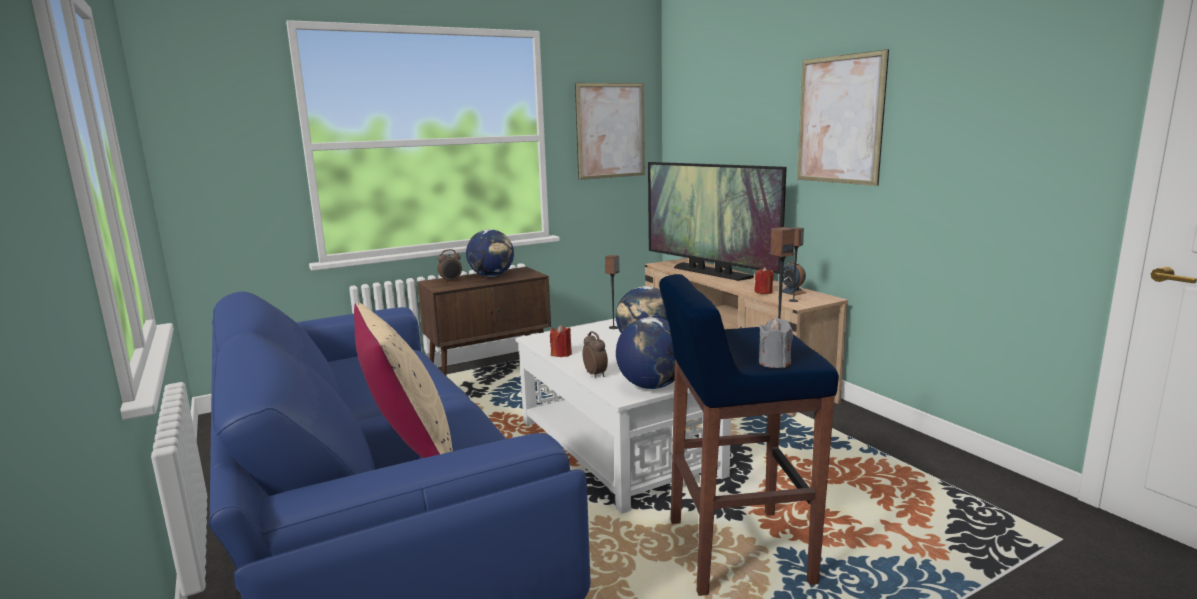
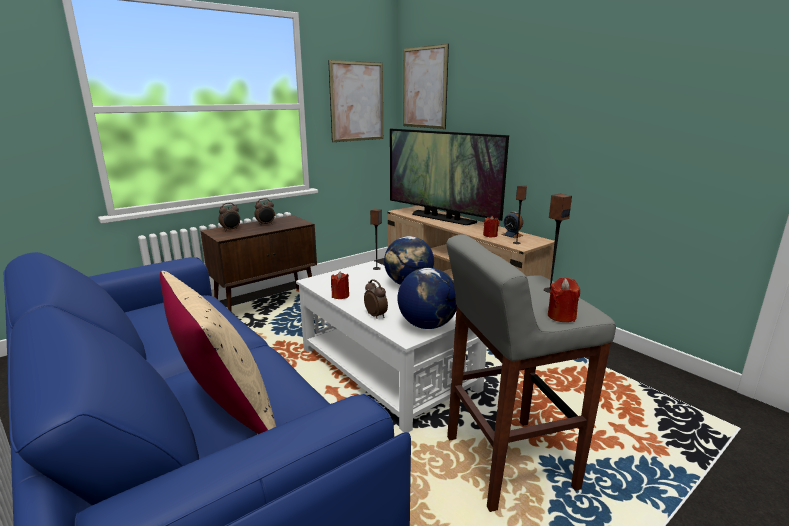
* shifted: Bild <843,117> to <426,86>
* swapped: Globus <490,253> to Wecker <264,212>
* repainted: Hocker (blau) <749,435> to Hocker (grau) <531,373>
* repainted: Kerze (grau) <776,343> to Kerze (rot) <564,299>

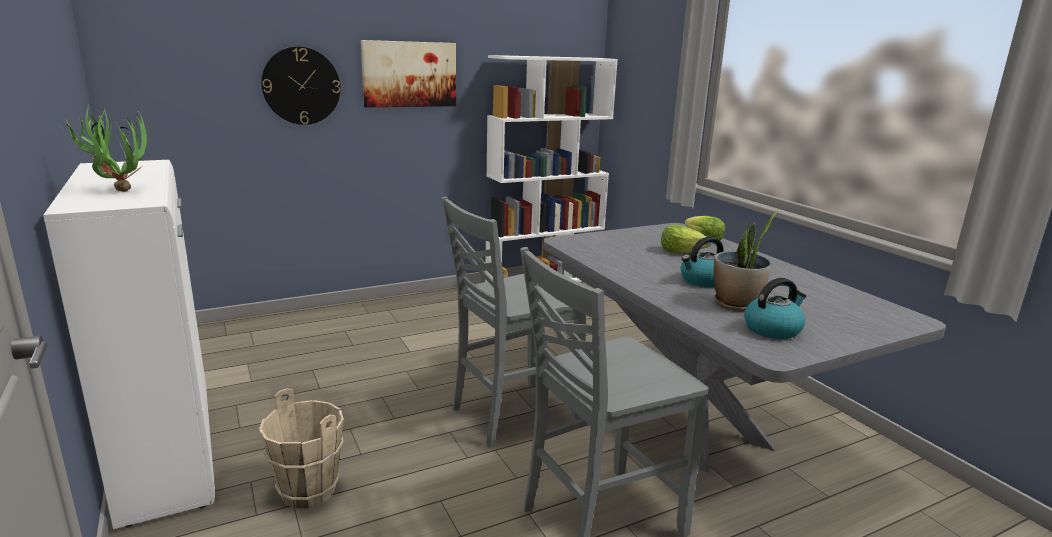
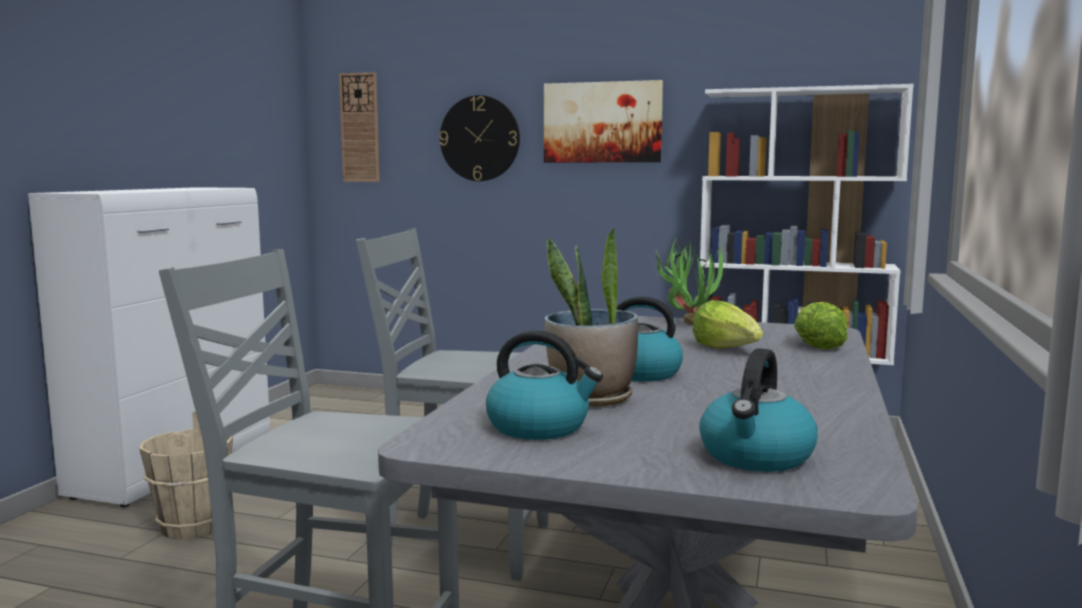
* shifted: Topfpflanze <106,148> to <690,280>
* new: Wanduhr <359,127>
* new: Wasserkessel <758,410>

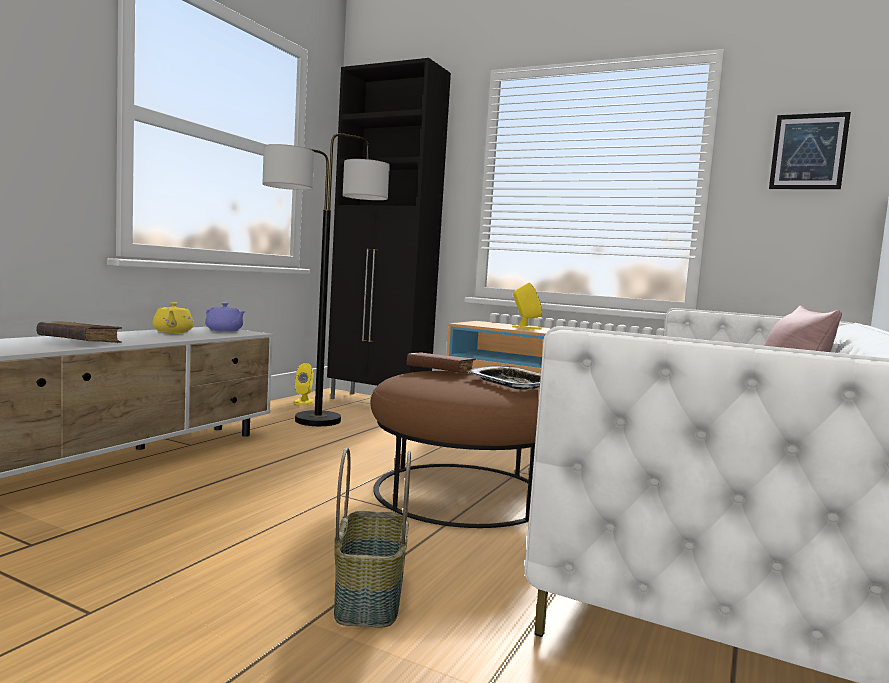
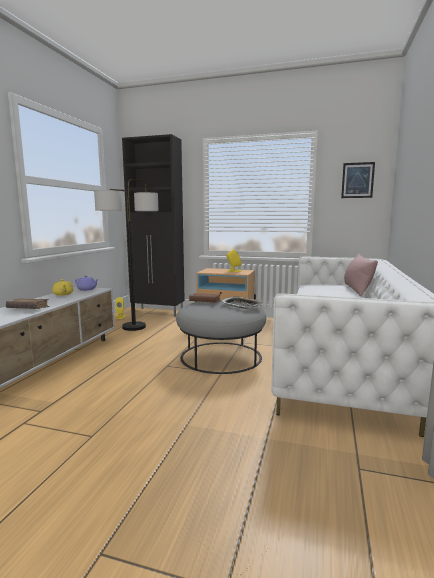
* repainted: Polsterhocker (braun) <455,449> to Polsterhocker (grau) <221,337>
* gone: Korb <372,537>

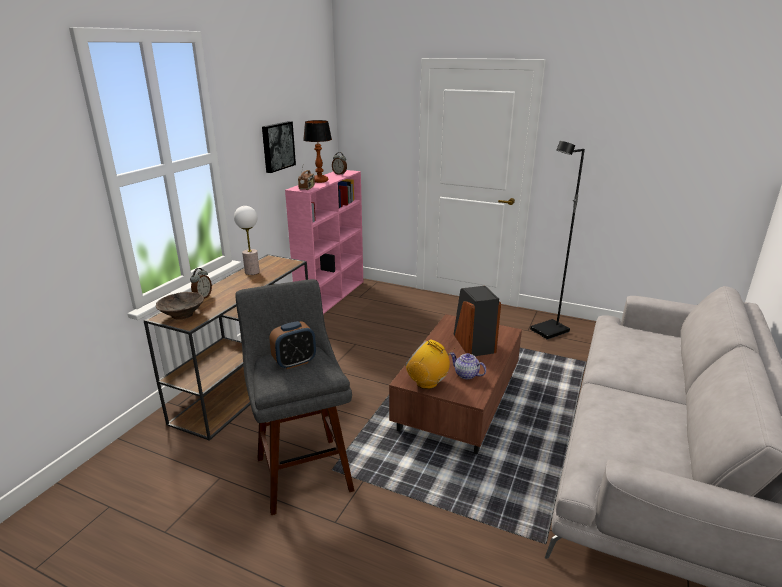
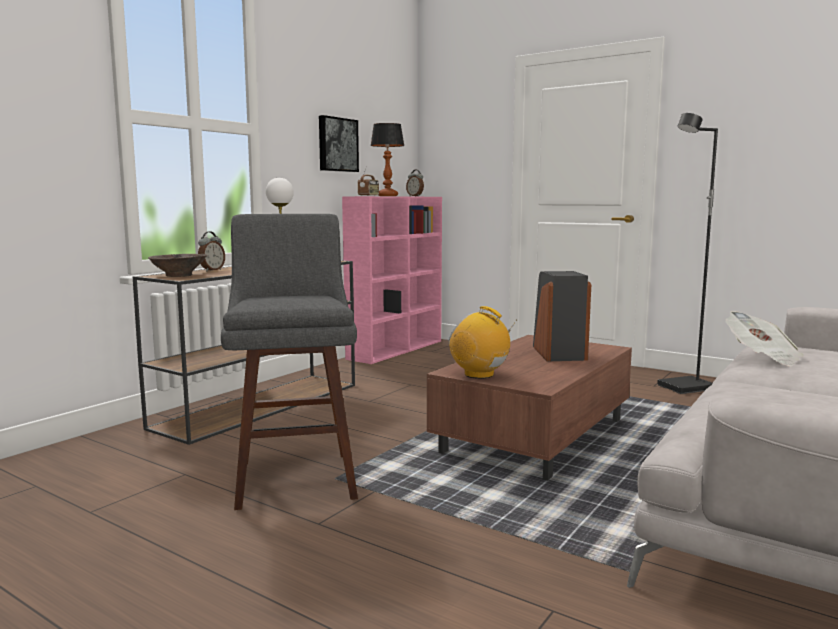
* gone: Wecker <293,345>
* gone: Teekanne <468,365>
* new: Zeitung <764,339>

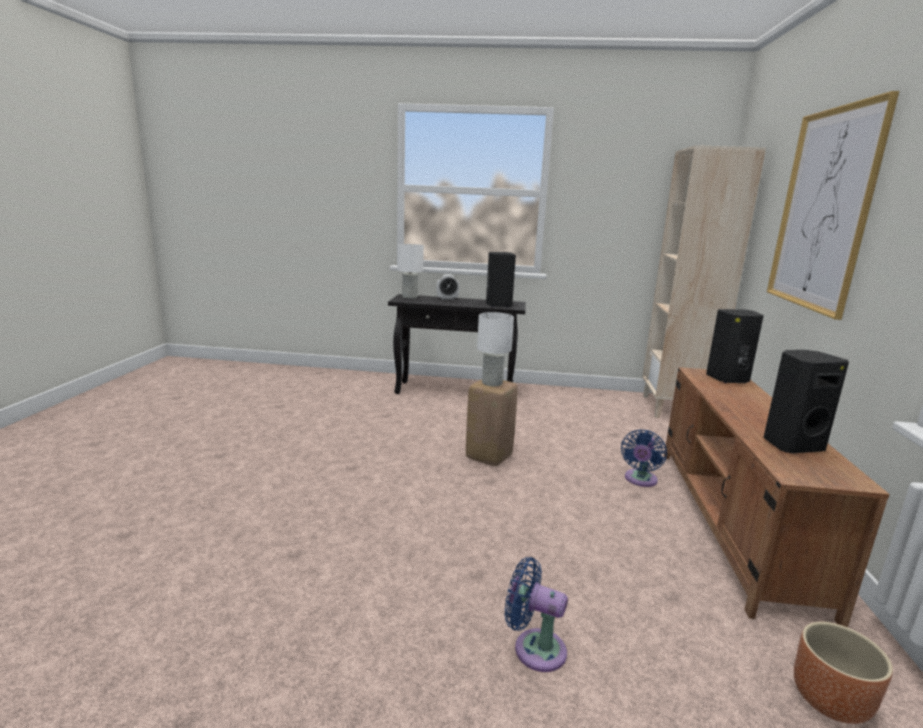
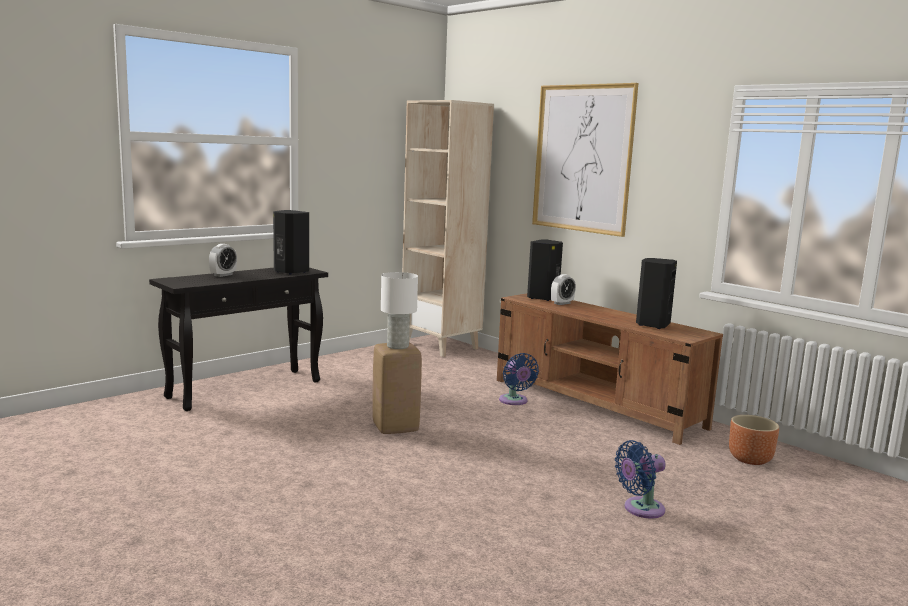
* gone: Tischlampe (weiß) <410,271>
* new: Wecker <563,289>

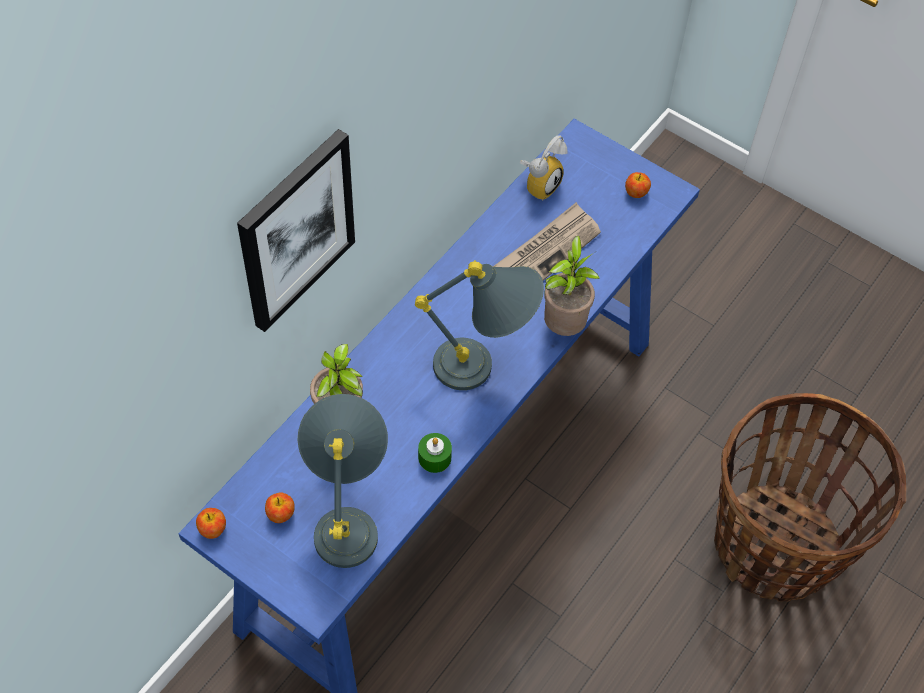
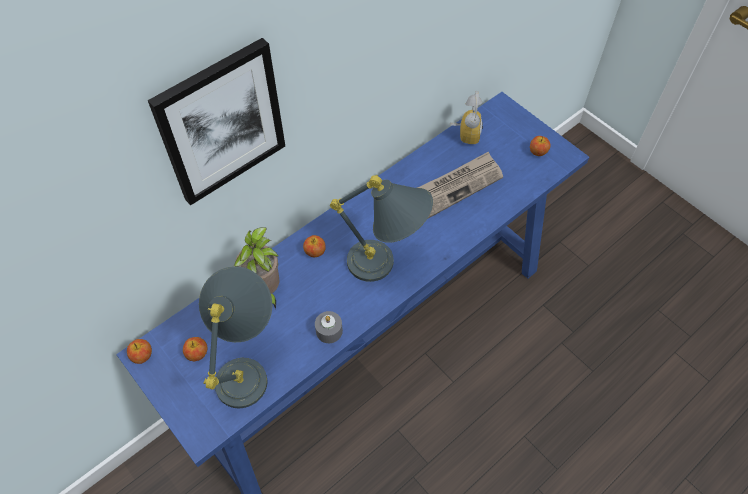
* rotated: Wecker <544,168> = <466,118> 45 degrees counterclockwise
* gone: Topfpflanze <572,286>
* gone: Korb <810,497>
* repainted: Kerze (grün) <435,453> to Kerze (grau) <329,327>
* new: Apfel <314,246>

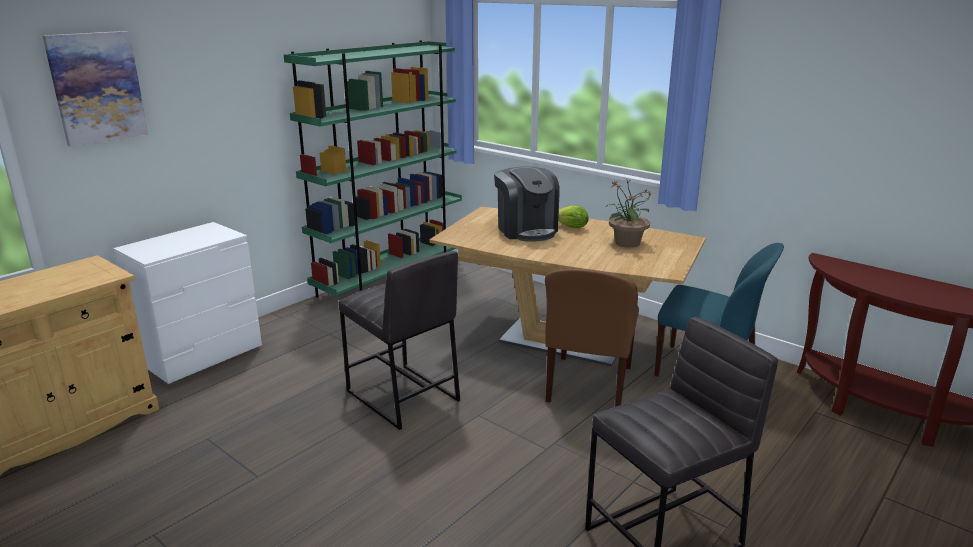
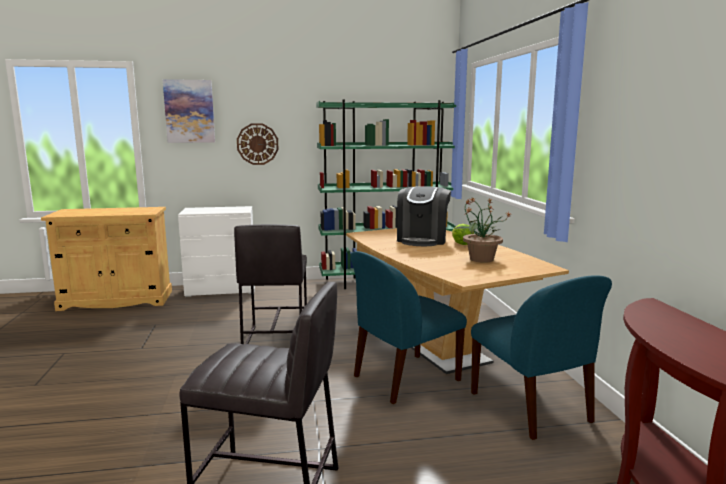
* repainted: Stuhl (braun) <592,338> to Stuhl (blau) <408,327>
* new: Wanduhr <258,144>

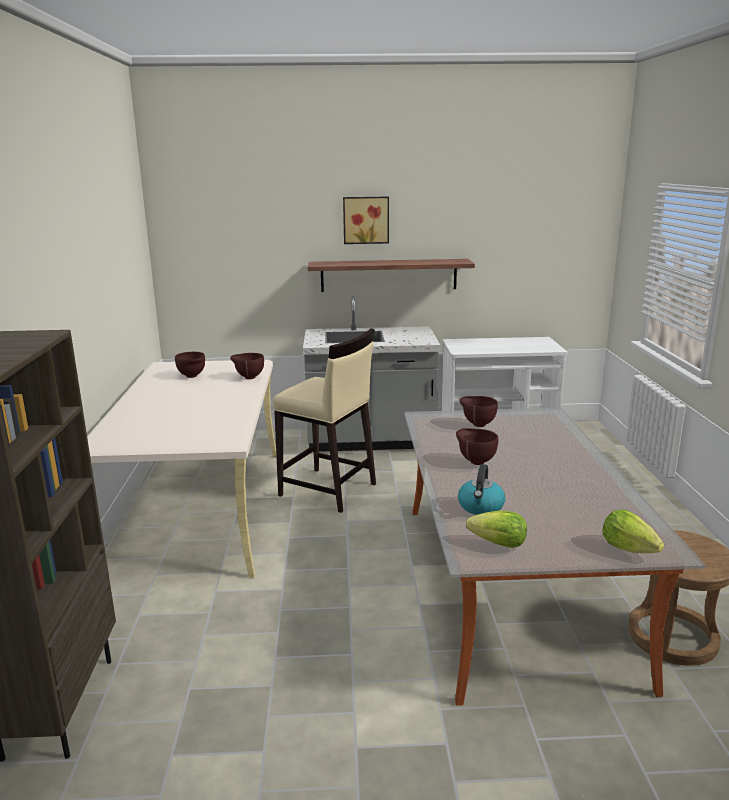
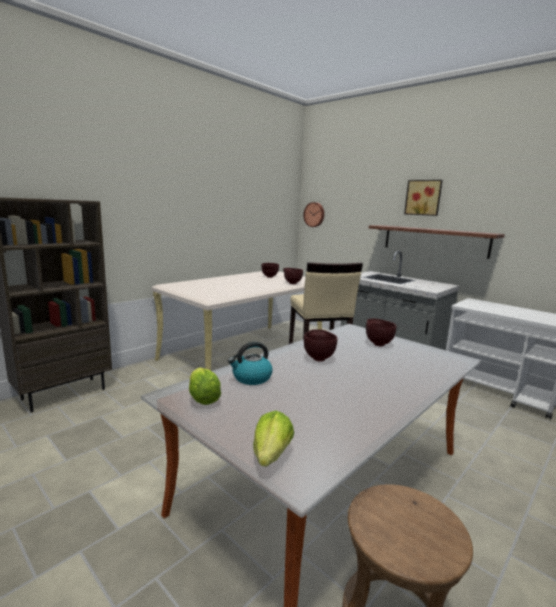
* new: Wanduhr <313,214>

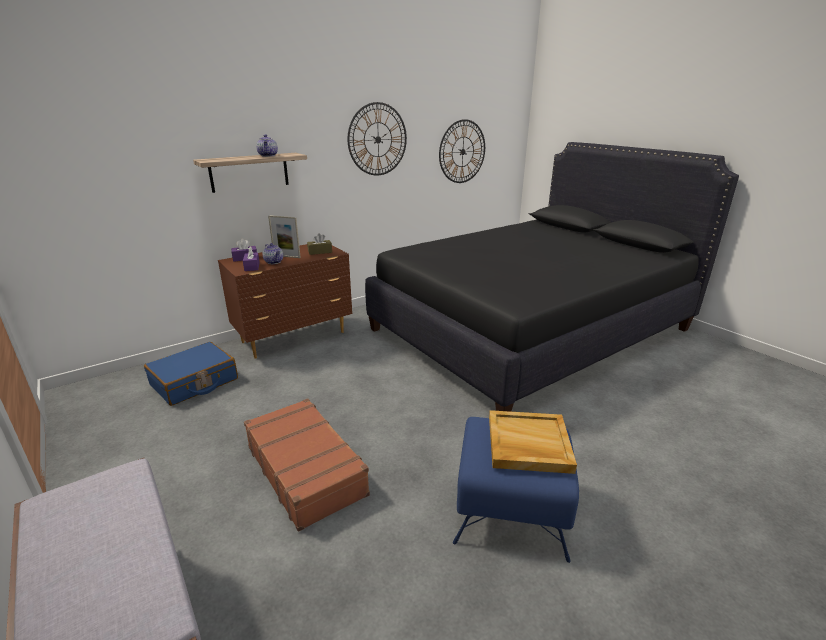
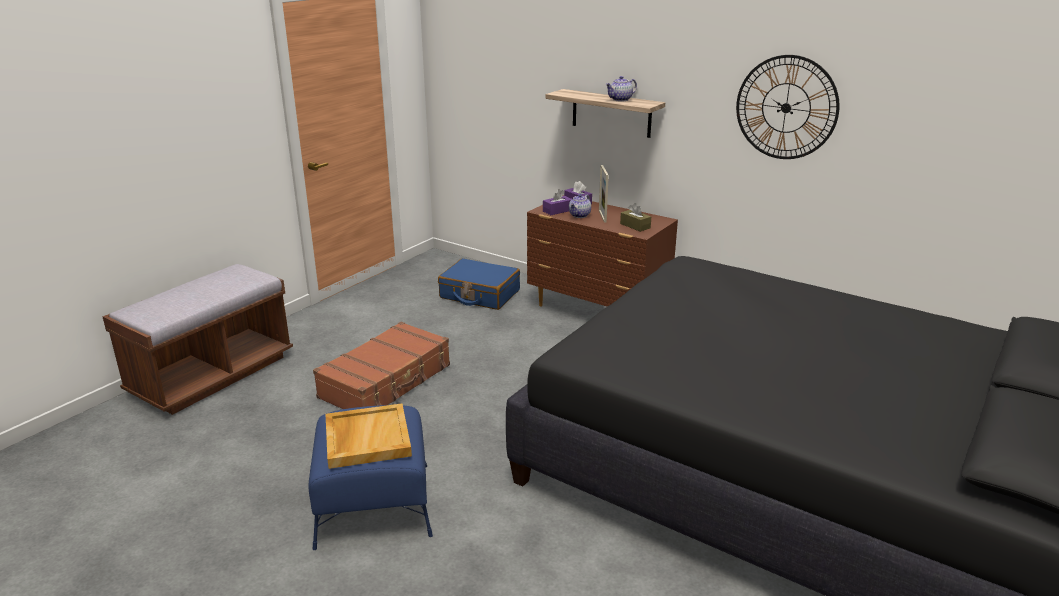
* gone: Wanduhr <462,151>

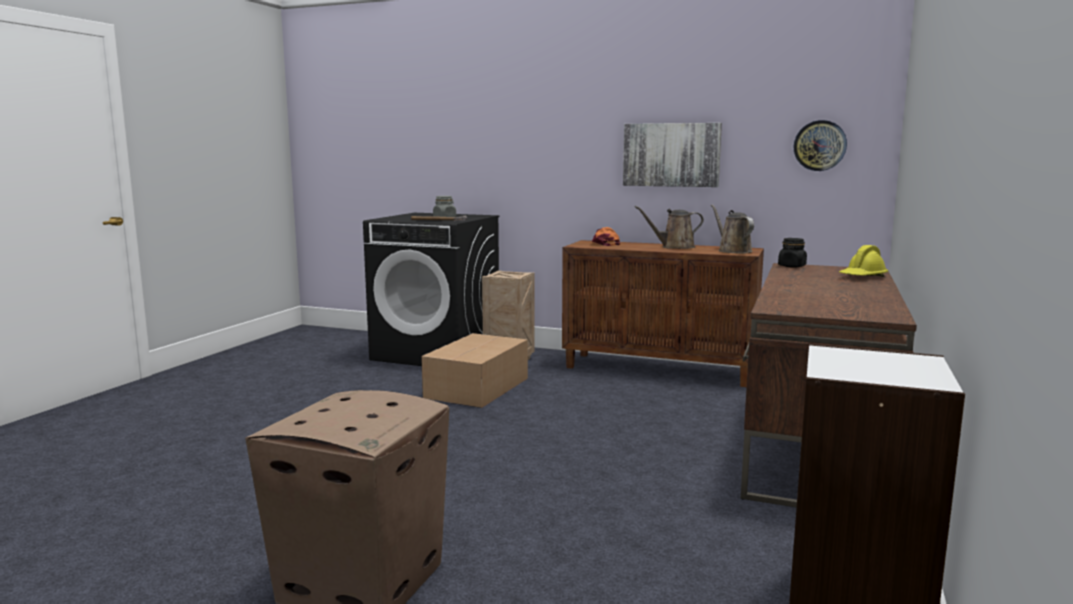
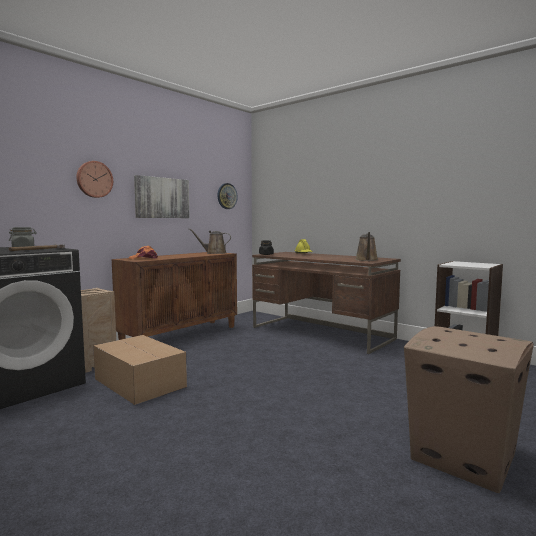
* shifted: Gießkanne (braun) <669,227> to <366,246>
* new: Wanduhr <94,179>

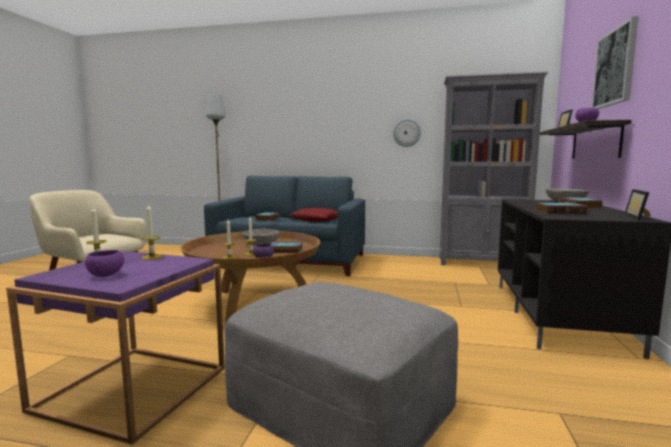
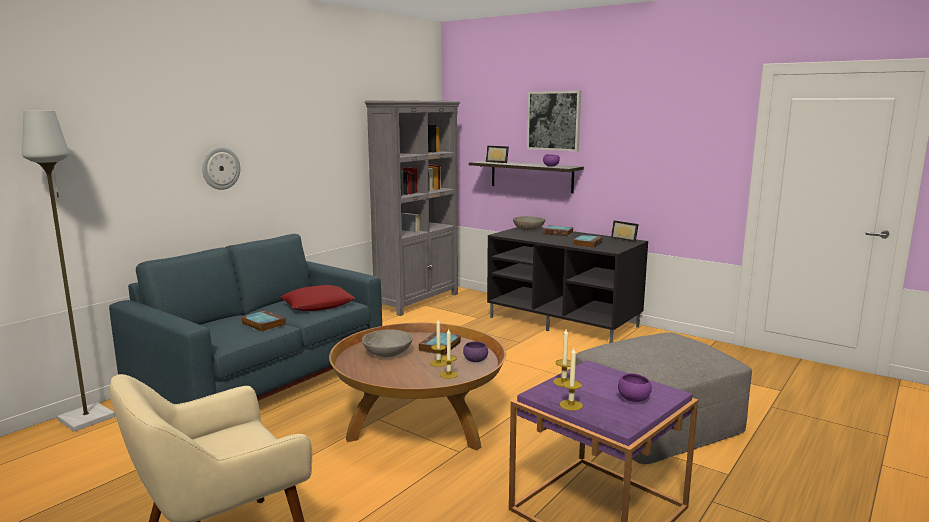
* shifted: Wanduhr <407,133> to <221,168>

